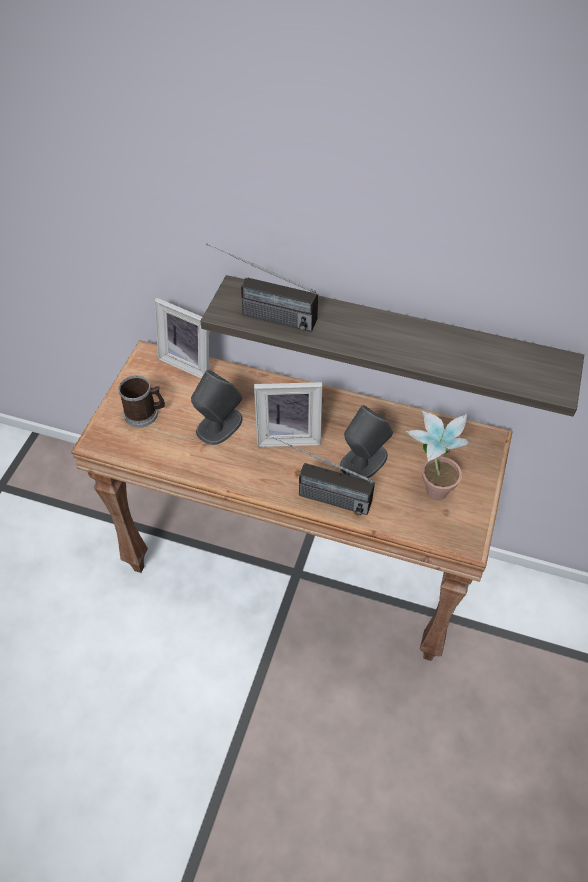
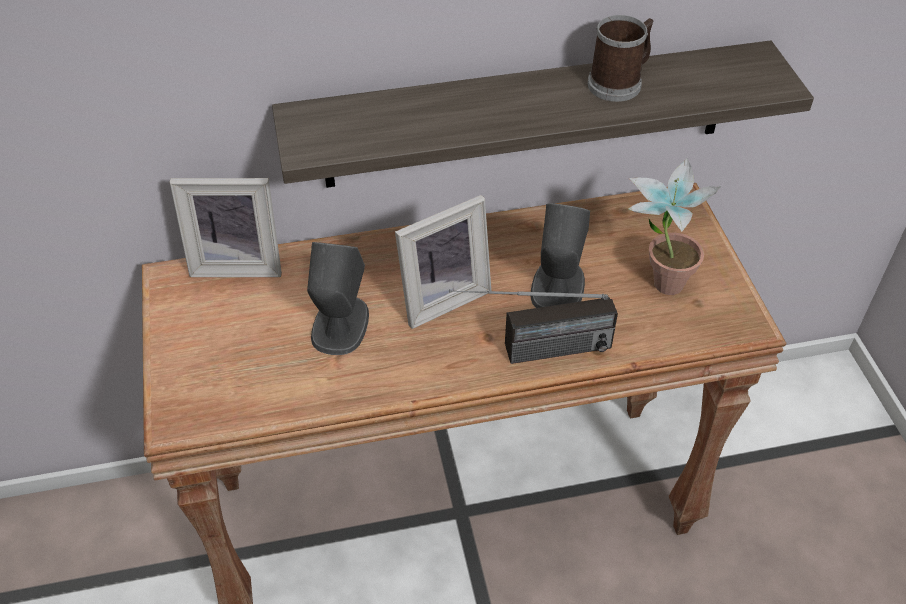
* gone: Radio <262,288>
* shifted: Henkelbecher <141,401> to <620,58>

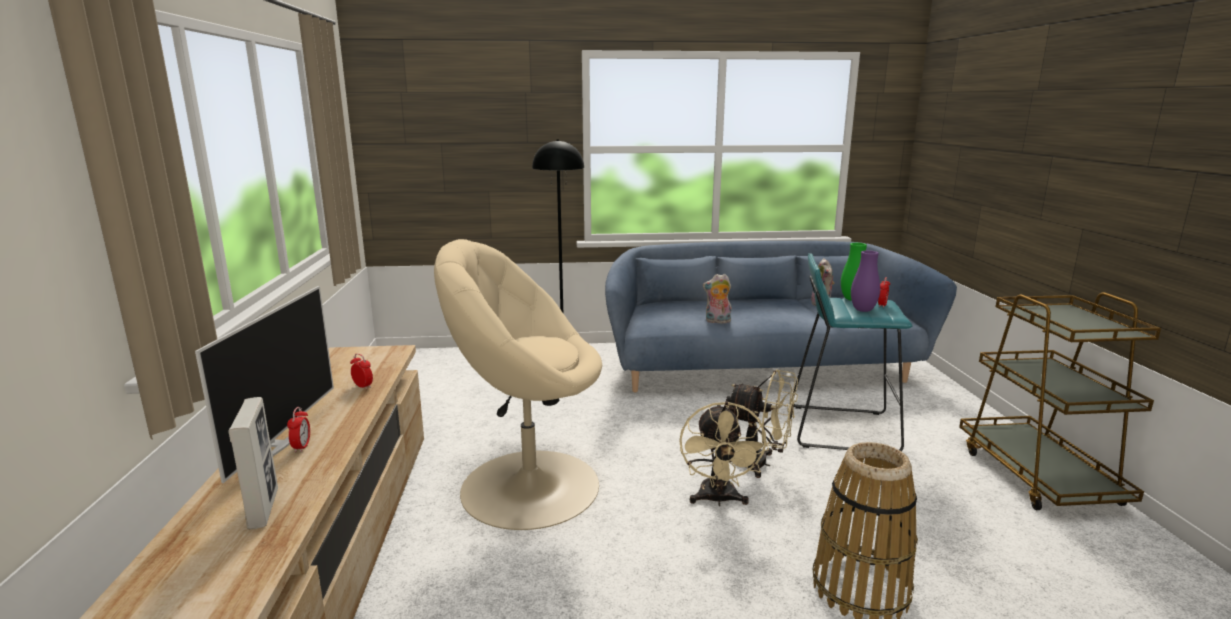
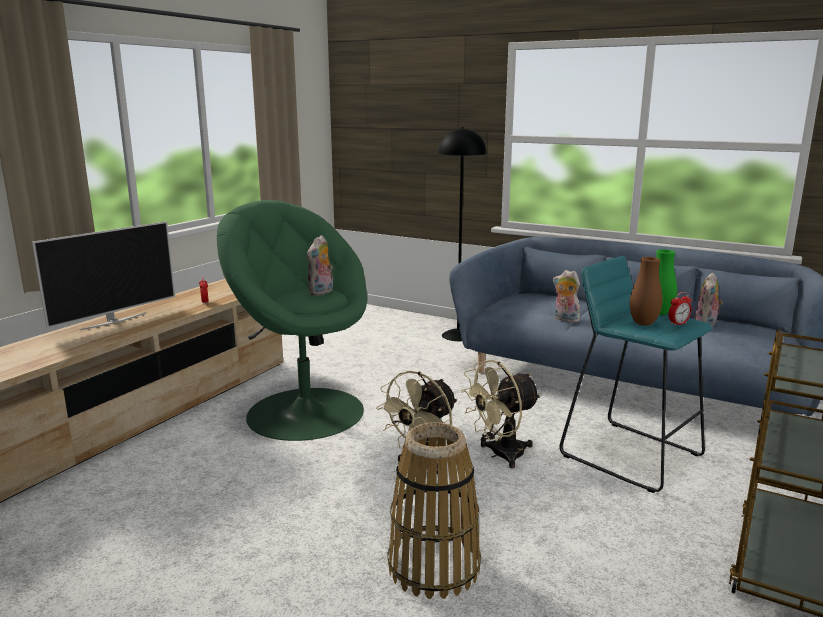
* repainted: Sessel (beige) <518,384> to Sessel (grün) <292,320>
* repainted: Vase (lila) <865,281> to Vase (braun) <646,291>
* rotated: Ventilator (beige) <762,423> = <501,414> 90 degrees clockwise
* gone: Bilderrahmen <253,463>
* gone: Wecker <298,430>
* new: Plüschtier <320,265>

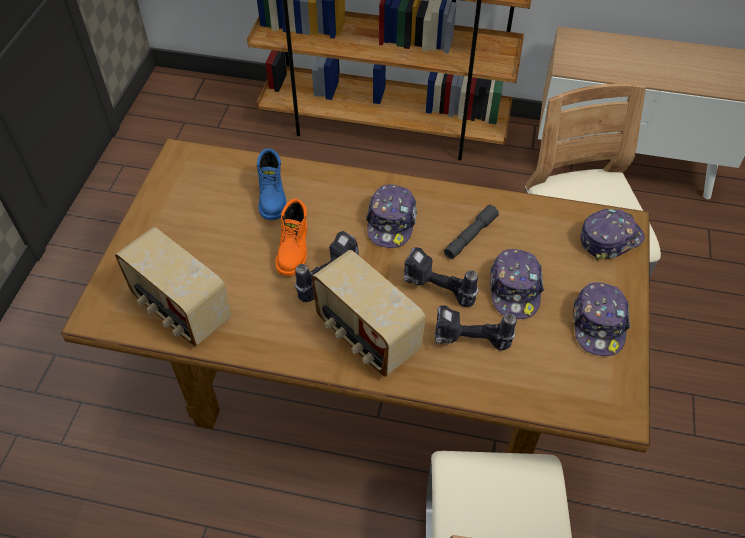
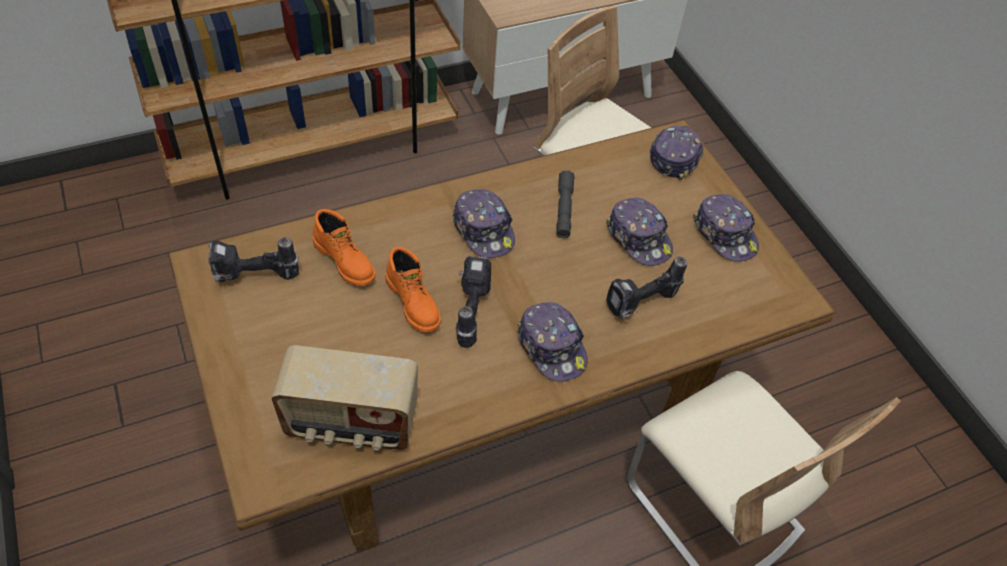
* repainted: Stiefel (blau) <271,184> to Stiefel (orange) <344,247>
* shifted: Bohrmaschine <441,277> to <253,260>
* swapped: Radio <369,313> to Kappe <552,342>

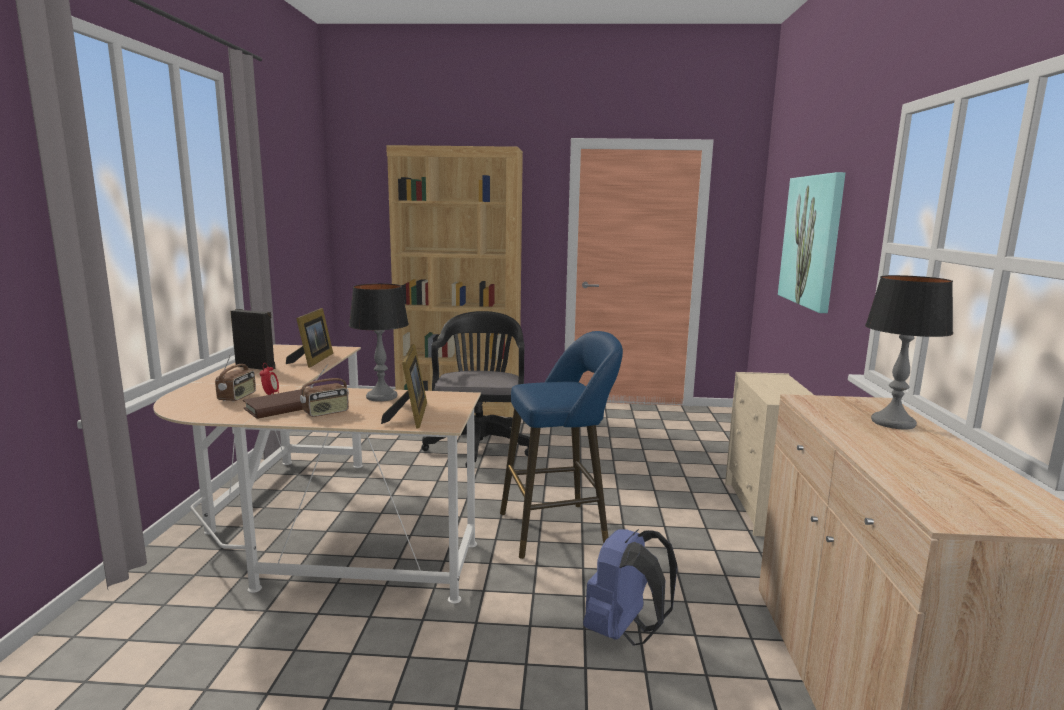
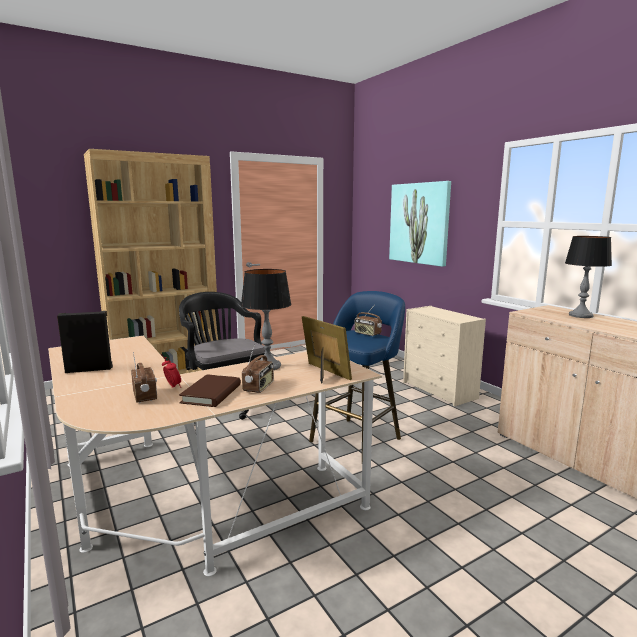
* gone: Bilderrahmen <309,338>
* gone: Rucksack (blau) <630,587>
* new: Radio <368,320>

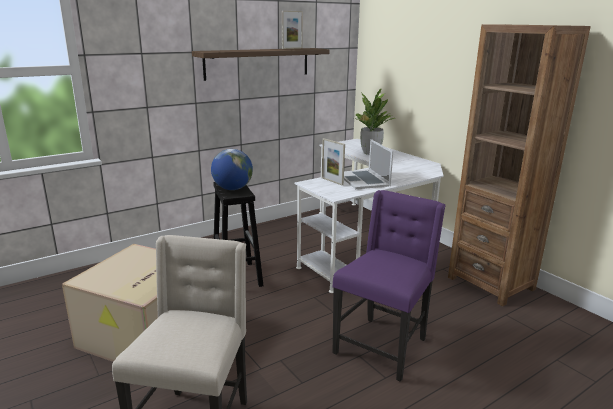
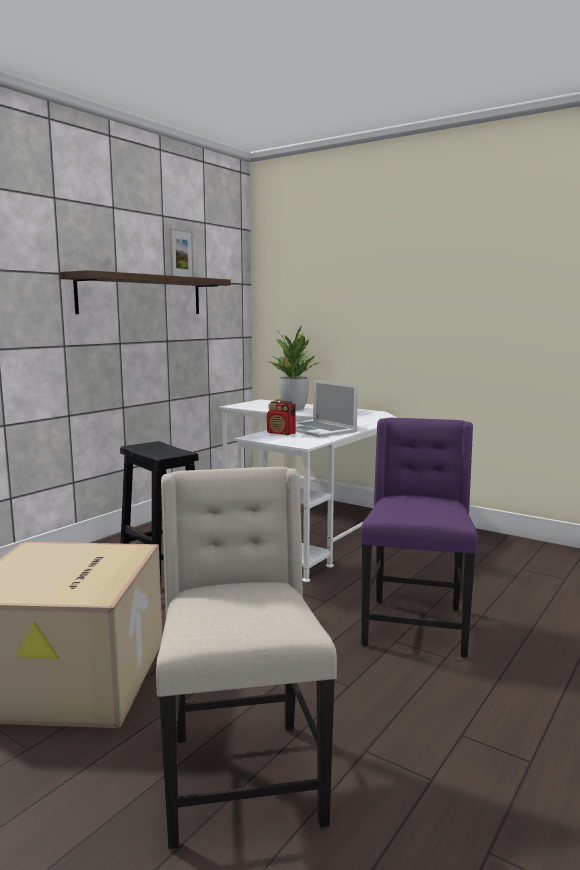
* gone: Bücherregal (braun) <519,165>
* swapped: Bilderrahmen <333,161> to Radio <281,417>
* gone: Globus <232,169>

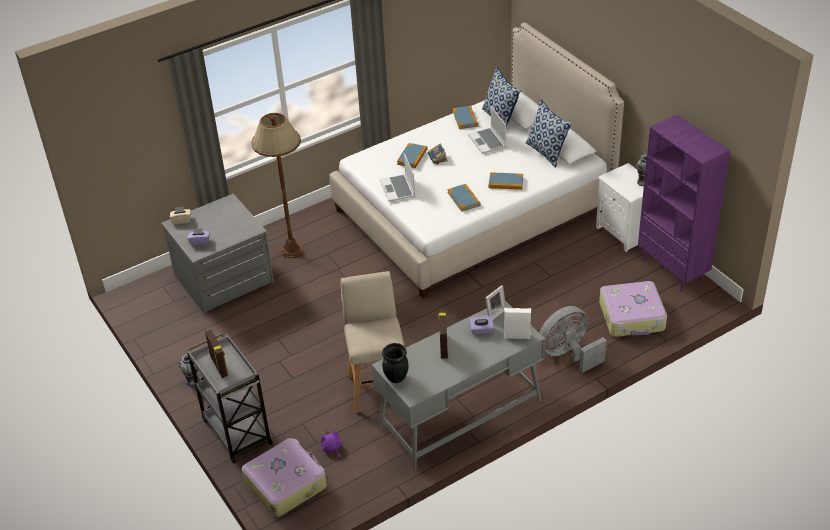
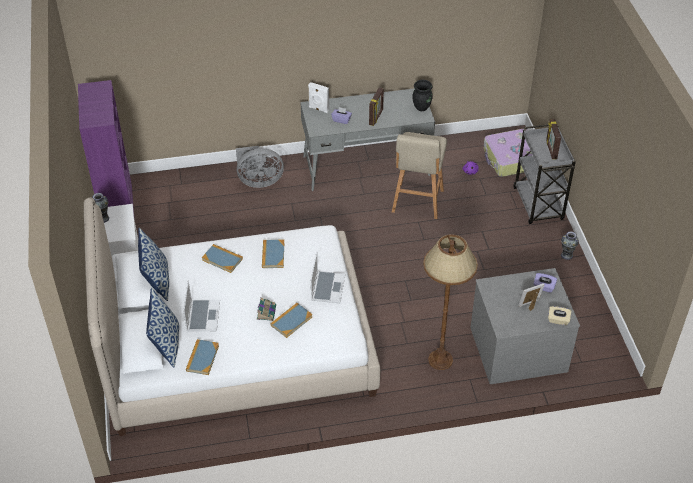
* gone: Koffer <633,309>
* shifted: Bilderrahmen <495,302> to <531,297>

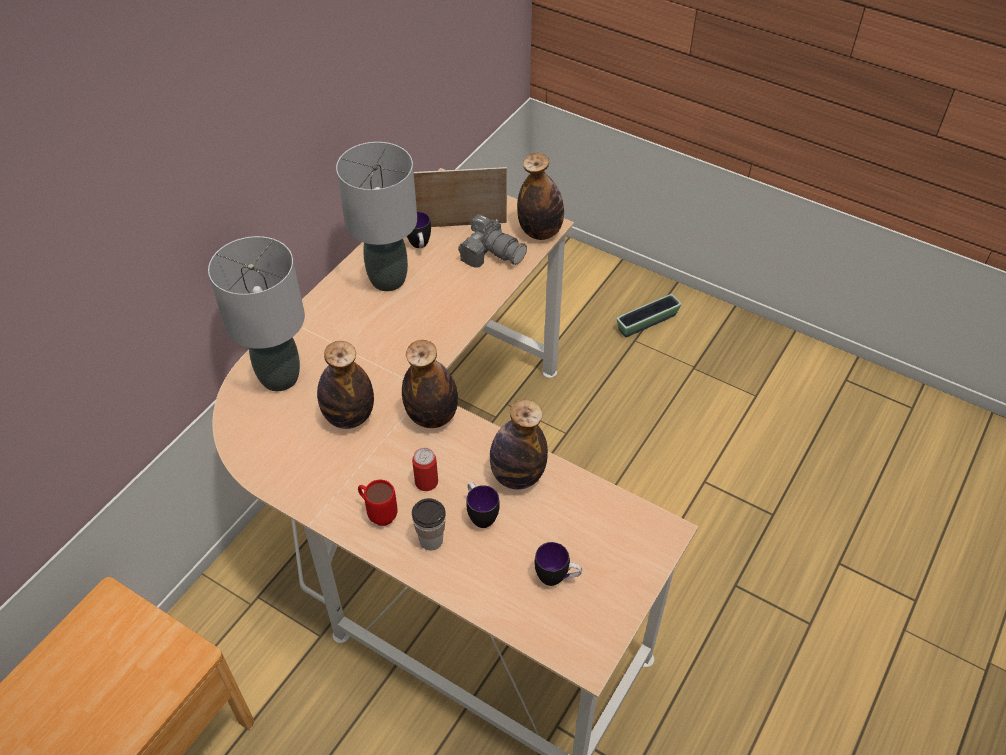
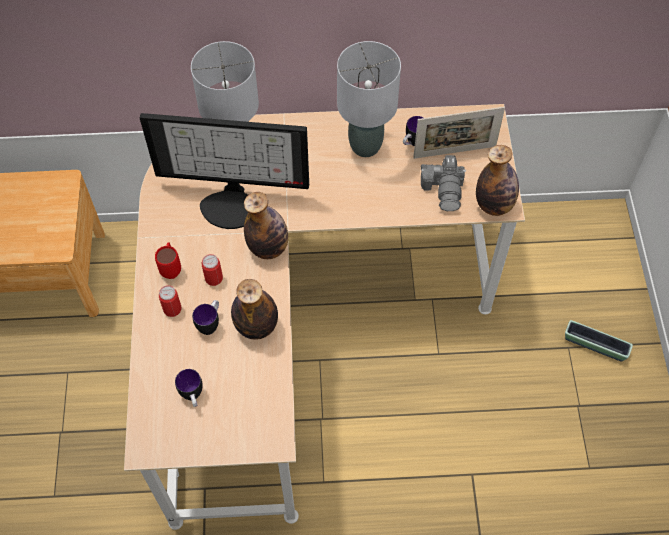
* rotated: Bilderrahmen <460,197> = <459,133> 120 degrees clockwise
* swapped: Flasche <345,385> to Monitor <224,171>
* swapped: Tasse <429,524> to Dose <170,301>

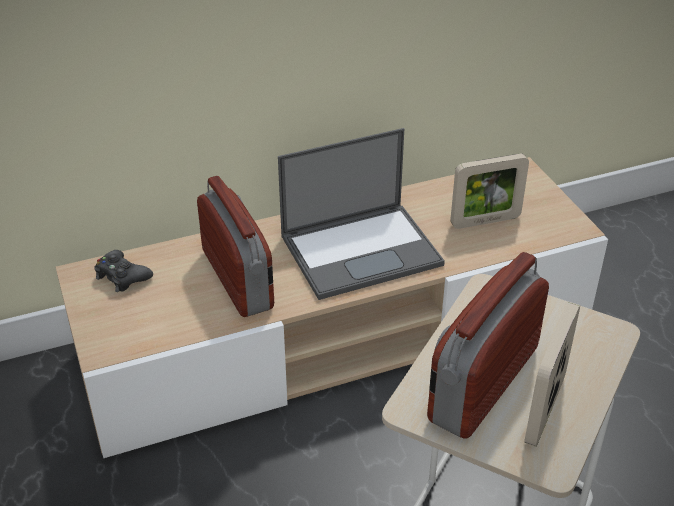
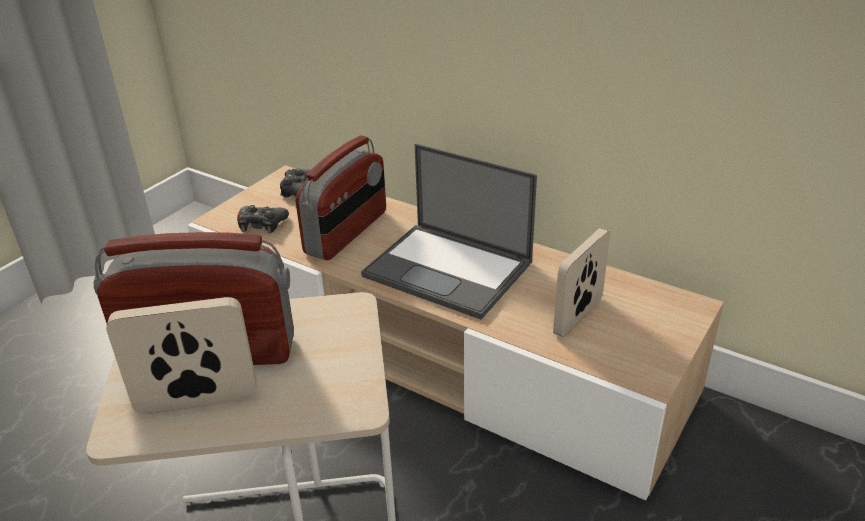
* rotated: Bilderrahmen <489,191> = <581,282> 90 degrees clockwise
* new: Gamepad (schwarz) <263,219>

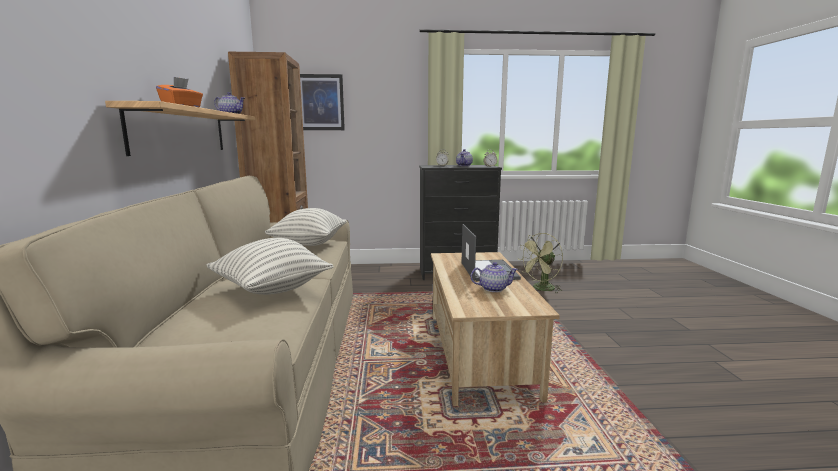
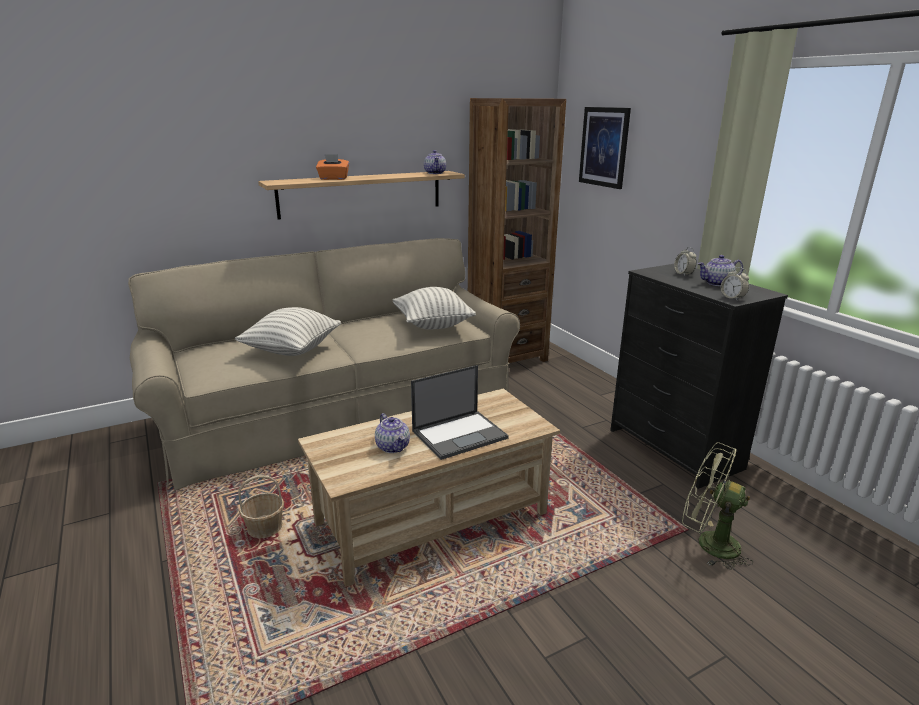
* new: Korb <261,506>

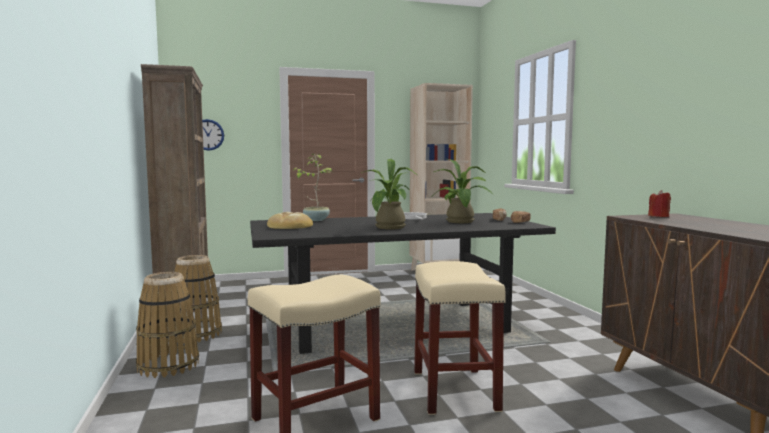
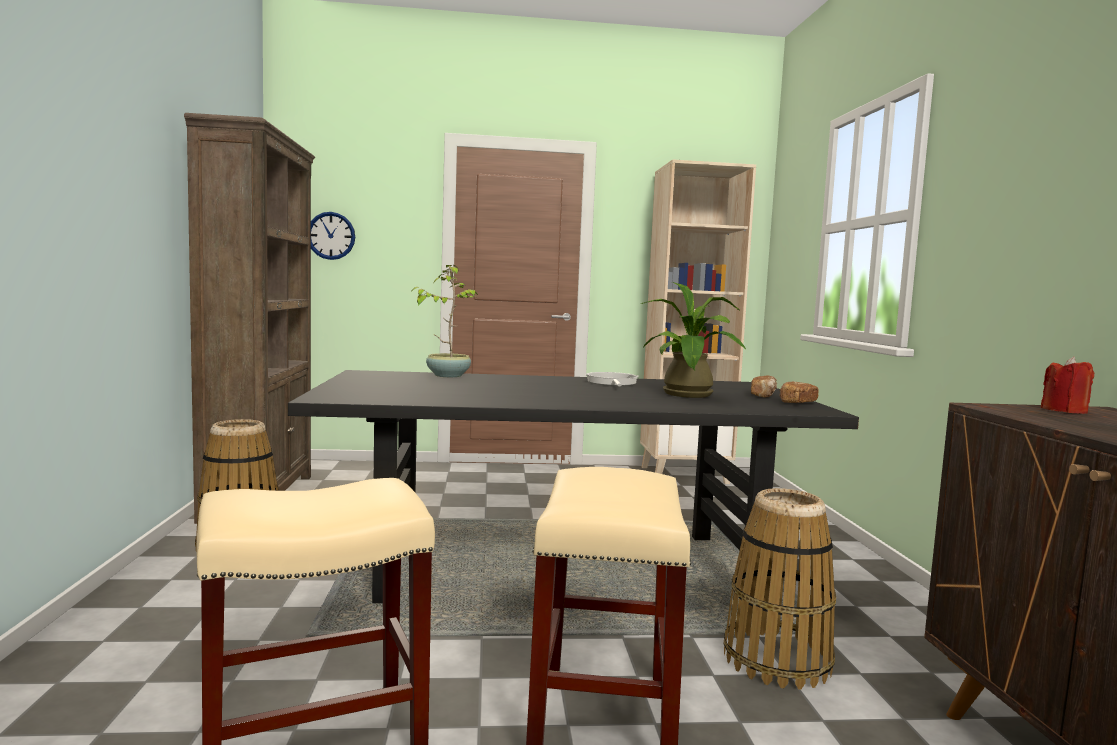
* gone: Topfpflanze <389,194>
* gone: Brot <290,220>
* shifted: Korb <167,325> to <780,589>

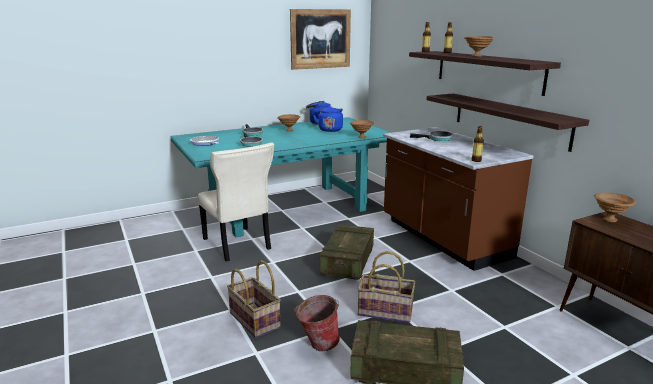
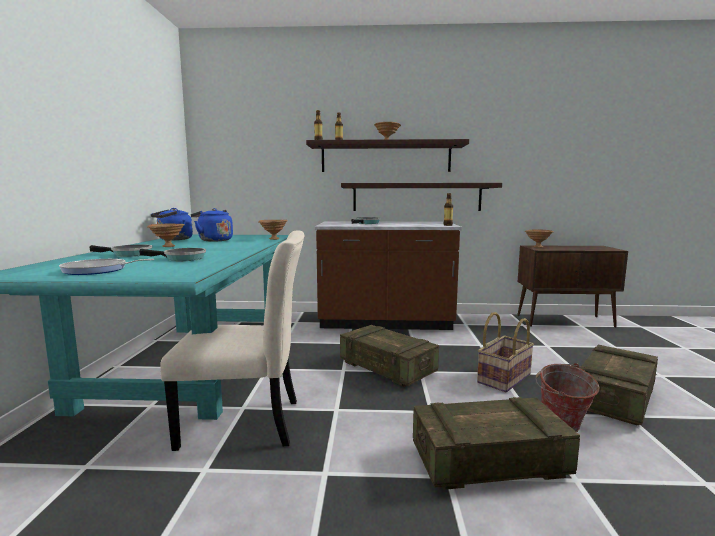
* gone: Bild <320,39>
* swapped: Korb <254,299> to Kiste <496,443>

